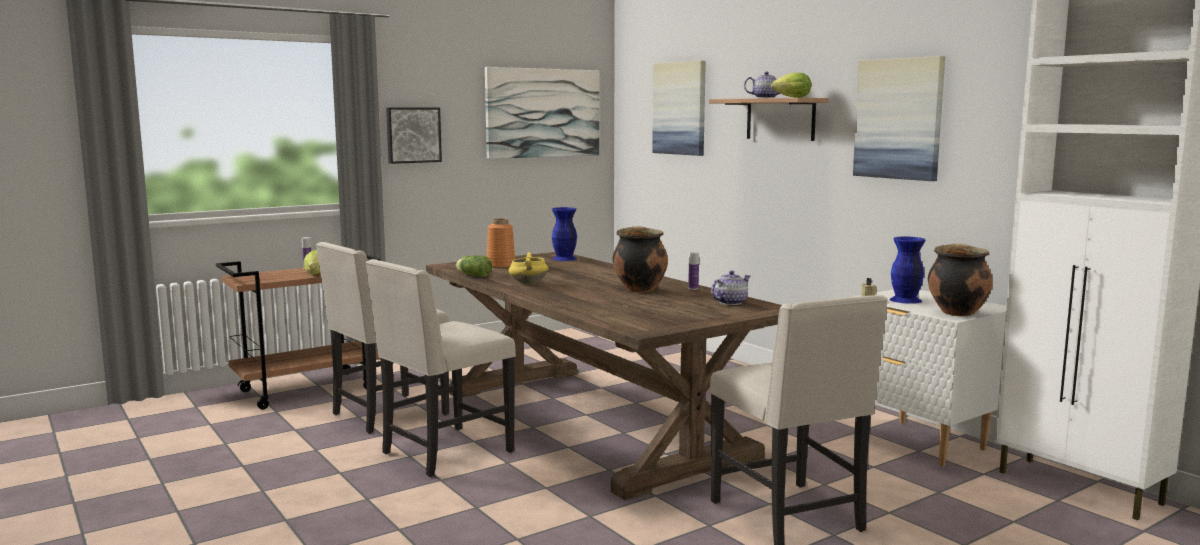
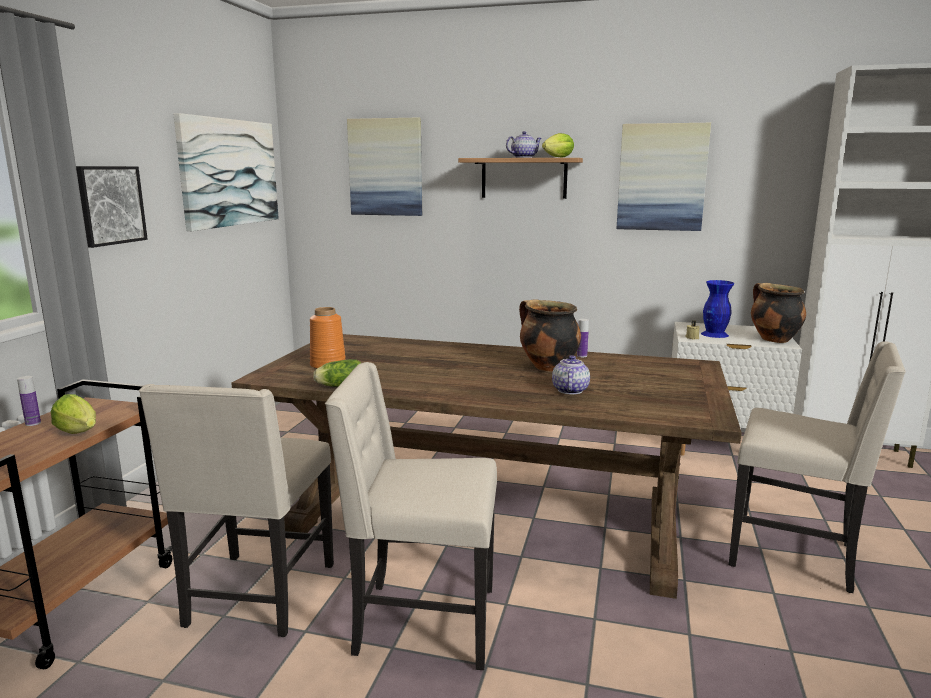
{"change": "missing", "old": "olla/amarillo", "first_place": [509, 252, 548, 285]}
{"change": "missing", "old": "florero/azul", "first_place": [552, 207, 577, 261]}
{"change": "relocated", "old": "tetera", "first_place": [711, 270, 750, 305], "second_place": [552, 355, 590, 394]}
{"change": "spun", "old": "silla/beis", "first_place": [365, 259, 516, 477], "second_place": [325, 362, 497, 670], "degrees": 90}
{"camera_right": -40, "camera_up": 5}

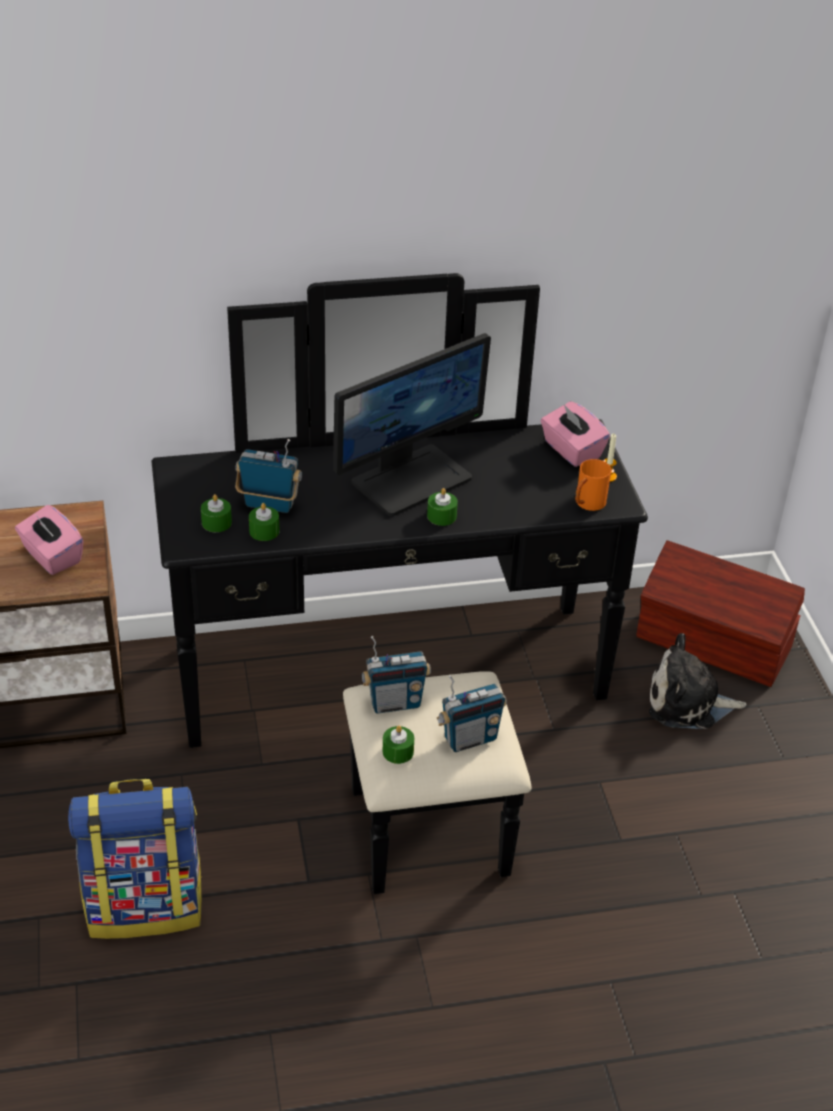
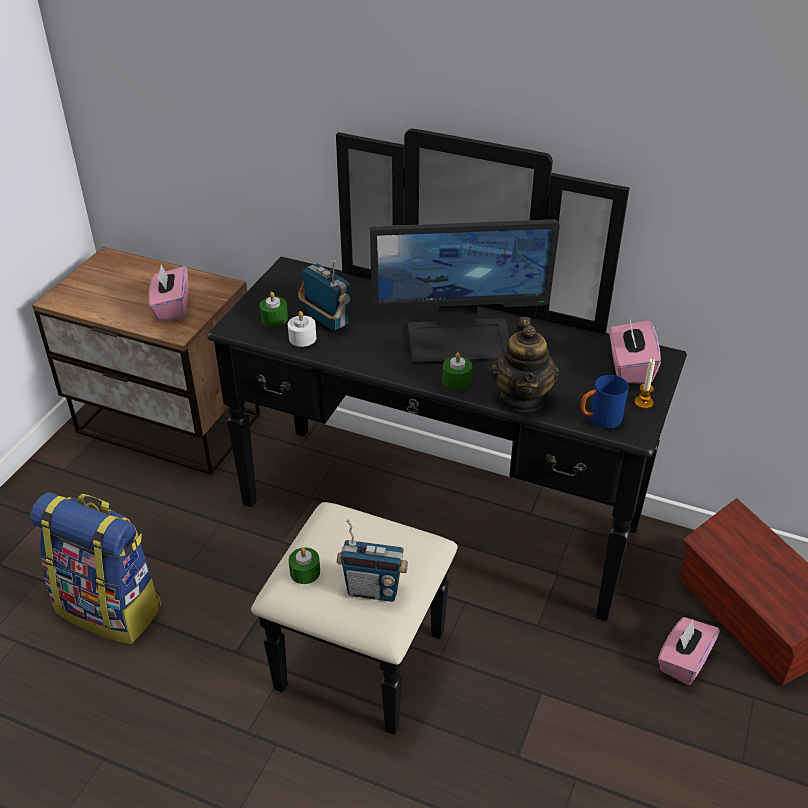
{"change": "missing", "old": "radio", "first_place": [362, 636, 431, 714]}
{"change": "appeared", "new": "tetera", "second_place": [490, 317, 559, 412]}
{"change": "exchanged", "old": "peluche", "new": "caja de pañuelos/rosa", "first_place": [649, 633, 747, 729], "second_place": [658, 617, 720, 685]}
{"change": "colour", "old": "vela/verde", "new": "vela/blanco", "first_place": [249, 503, 280, 541], "second_place": [288, 311, 316, 347]}
{"change": "colour", "old": "taza grande/naranja", "new": "taza grande/azul", "first_place": [575, 459, 611, 511], "second_place": [581, 375, 629, 429]}
{"camera_right": 35, "camera_up": 0}

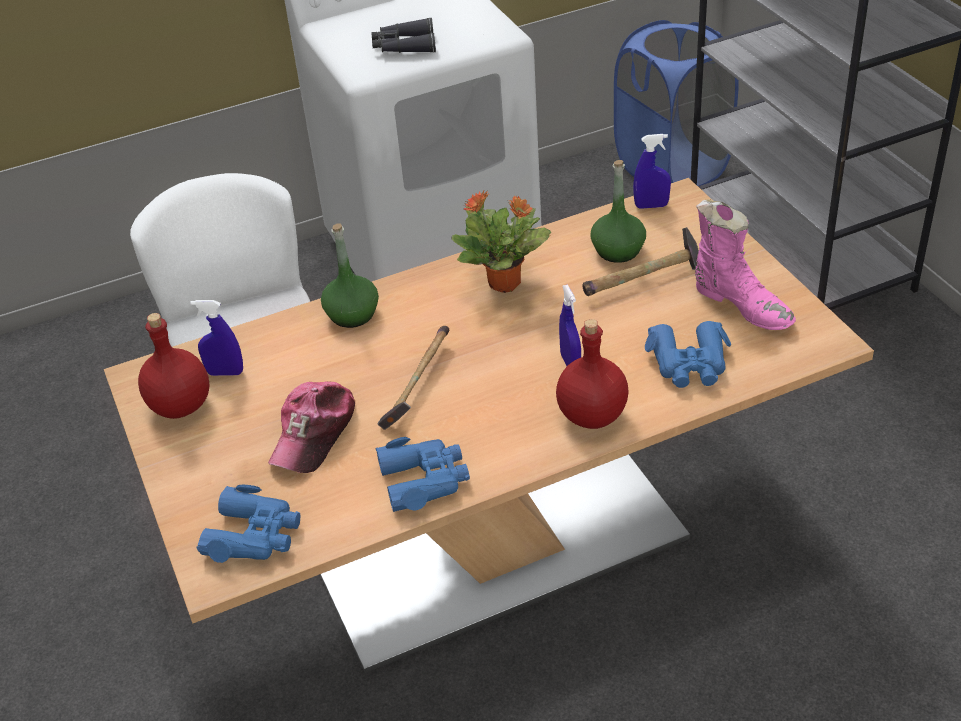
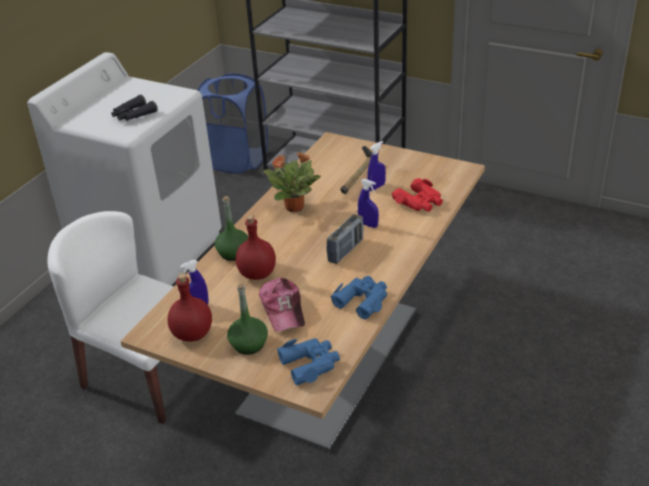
{"change": "missing", "old": "martillo", "first_place": [377, 326, 449, 430]}
{"change": "missing", "old": "bota/rosa", "first_place": [695, 199, 796, 330]}
{"change": "appeared", "new": "radio", "second_place": [327, 214, 364, 264]}
{"change": "relocated", "old": "botella/rojo", "first_place": [556, 319, 629, 429], "second_place": [236, 215, 276, 280]}
{"change": "relocated", "old": "botella/verde", "first_place": [591, 160, 646, 263], "second_place": [227, 284, 268, 355]}
{"change": "relocated", "old": "pulverizador/azul", "first_place": [633, 134, 671, 209], "second_place": [367, 141, 386, 191]}
{"change": "colour", "old": "prismáticos/azul", "new": "prismáticos/rojo", "first_place": [645, 321, 731, 388], "second_place": [392, 178, 443, 212]}
{"camera_right": -40, "camera_up": -5}

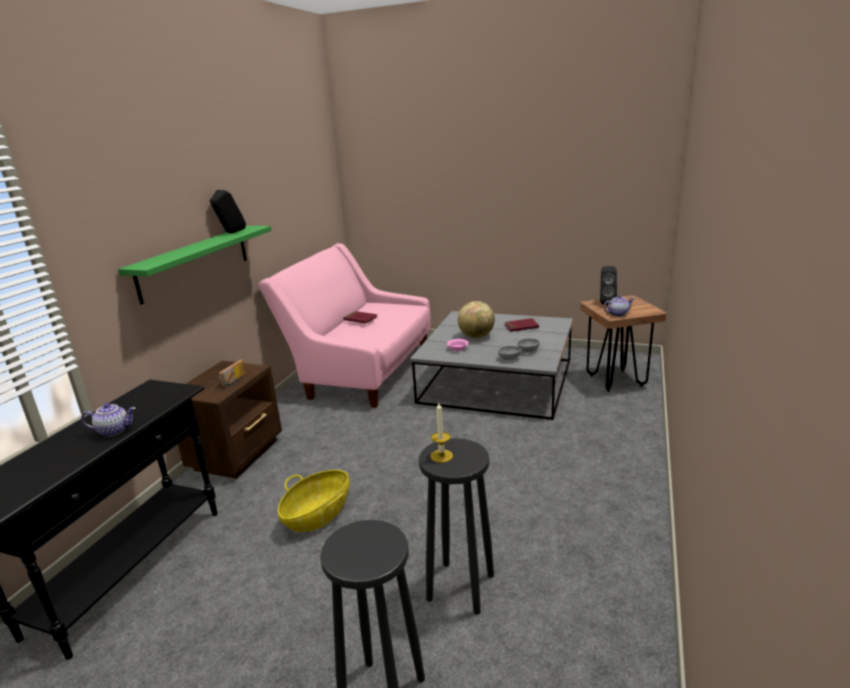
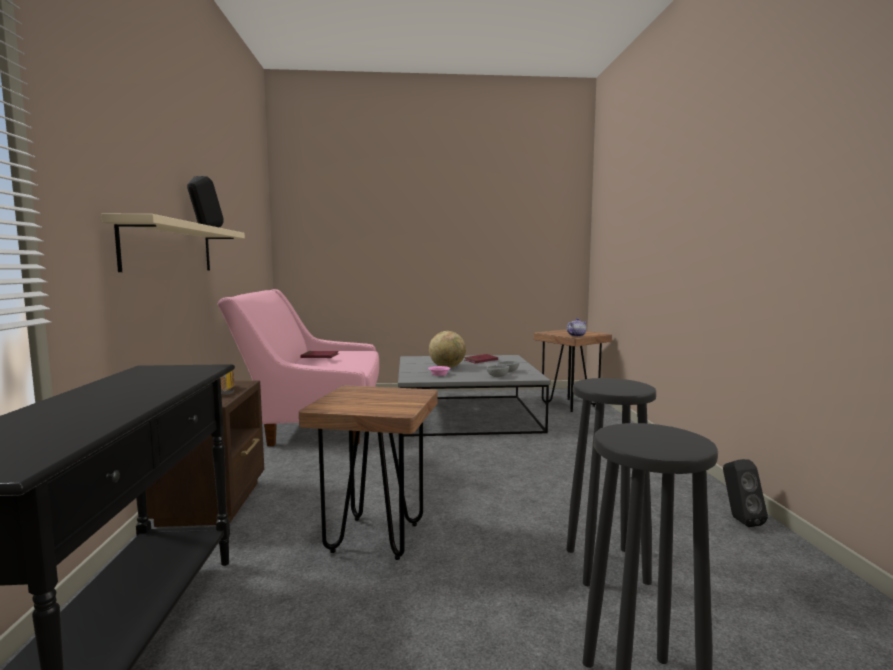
{"change": "missing", "old": "tetera", "first_place": [81, 403, 136, 437]}
{"change": "missing", "old": "vela", "first_place": [431, 403, 453, 463]}
{"change": "relocated", "old": "altavoz/negro", "first_place": [600, 266, 617, 305], "second_place": [723, 459, 768, 527]}
{"change": "exchanged", "old": "cesta", "new": "taburete/marrón", "first_place": [278, 470, 350, 532], "second_place": [299, 385, 438, 560]}
{"change": "colour", "old": "estante/verde", "new": "estante/beis", "first_place": [118, 226, 272, 304], "second_place": [102, 213, 245, 272]}
{"camera_right": -25, "camera_up": -15}

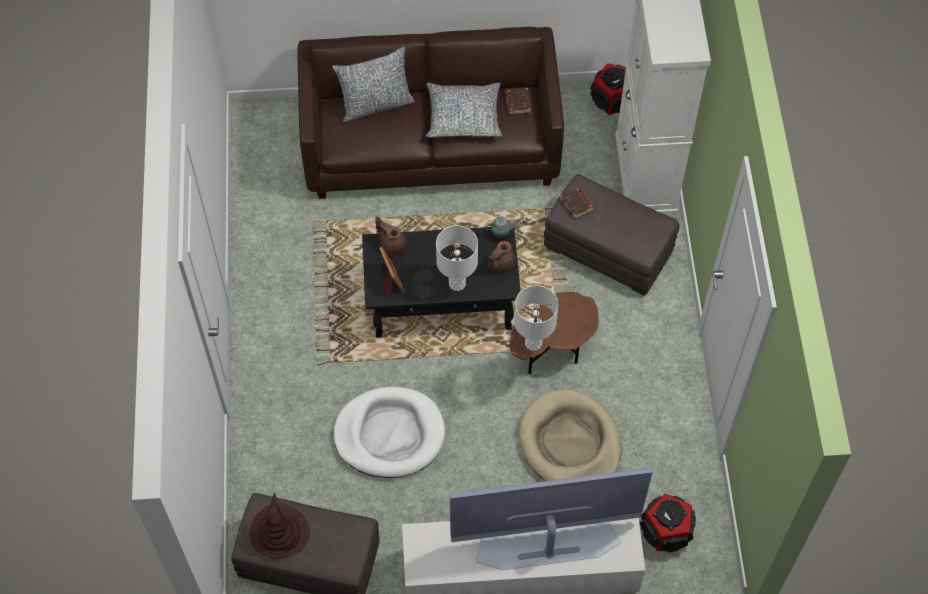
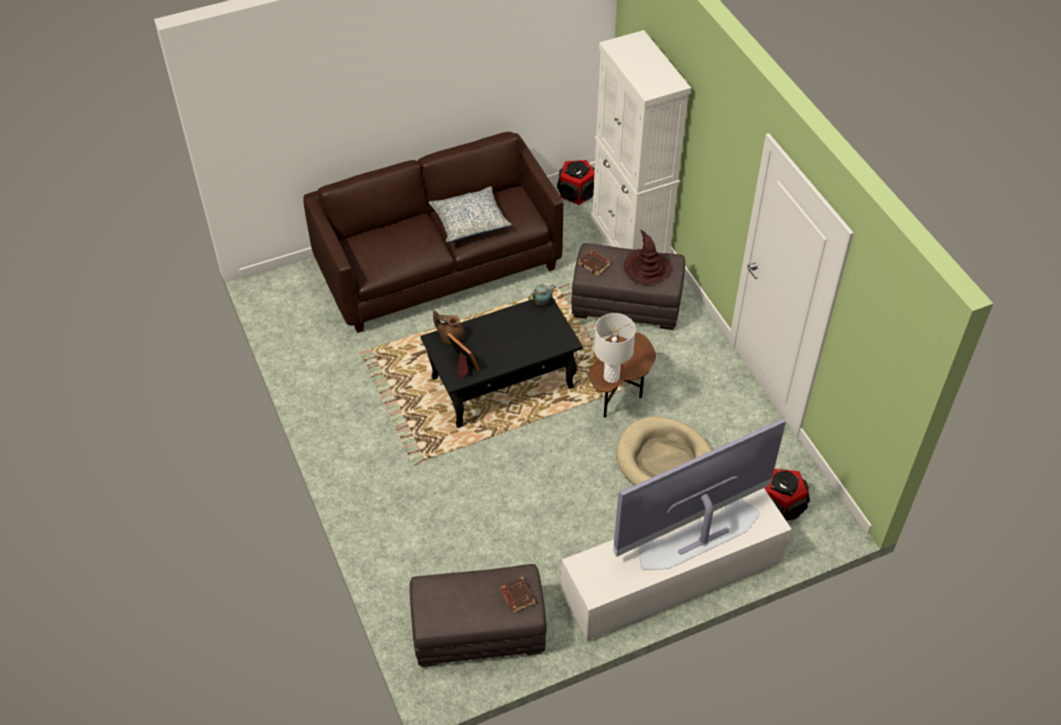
{"change": "missing", "old": "cojín", "first_place": [332, 47, 415, 122]}
{"change": "missing", "old": "cama para perro/blanco", "first_place": [333, 386, 445, 478]}
{"change": "missing", "old": "lámpara de mesa/blanco", "first_place": [436, 225, 478, 291]}
{"change": "missing", "old": "tetera/marrón", "first_place": [488, 241, 515, 272]}
{"change": "relocated", "old": "sombrero/marrón", "first_place": [249, 493, 310, 559], "second_place": [623, 230, 672, 285]}
{"change": "relocated", "old": "libro/marrón", "first_place": [505, 88, 531, 114], "second_place": [499, 577, 536, 613]}
{"camera_right": -20, "camera_up": -10}

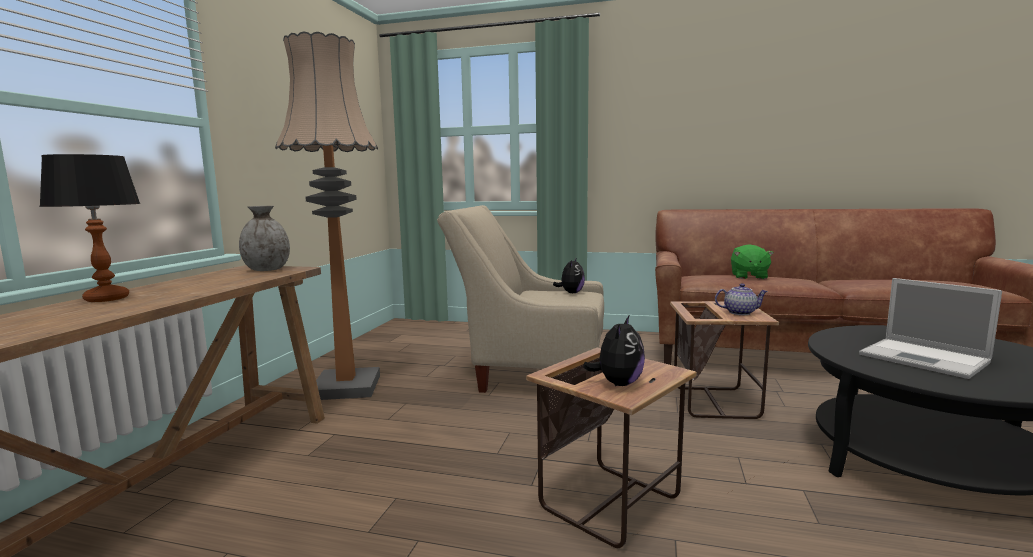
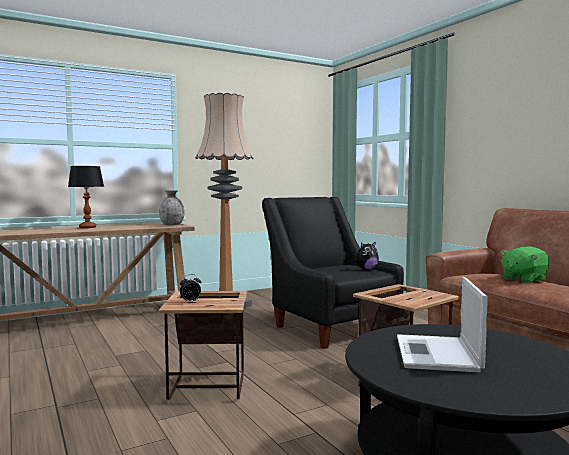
{"change": "missing", "old": "tetera", "first_place": [715, 283, 768, 315]}
{"change": "exchanged", "old": "peluche", "new": "despertador", "first_place": [583, 316, 645, 386], "second_place": [180, 274, 201, 303]}
{"change": "colour", "old": "sillón/beis", "new": "sillón/negro", "first_place": [437, 205, 604, 393], "second_place": [262, 197, 404, 349]}
{"camera_right": 45, "camera_up": -5}

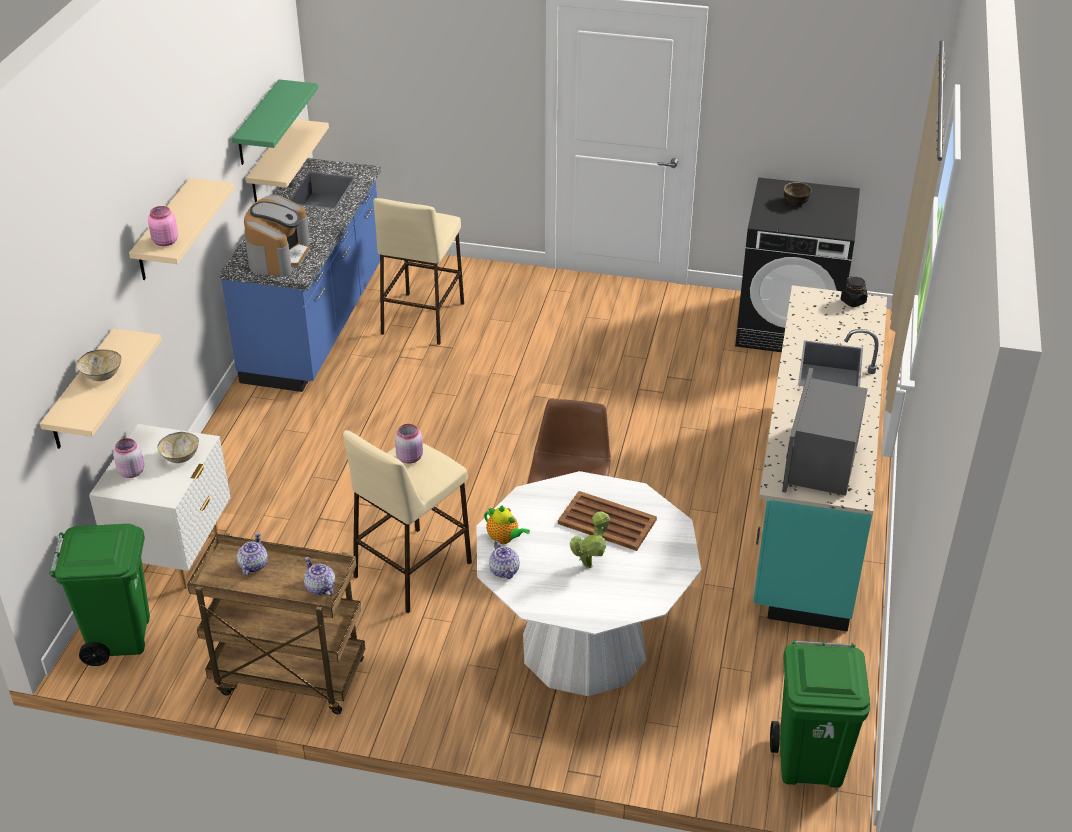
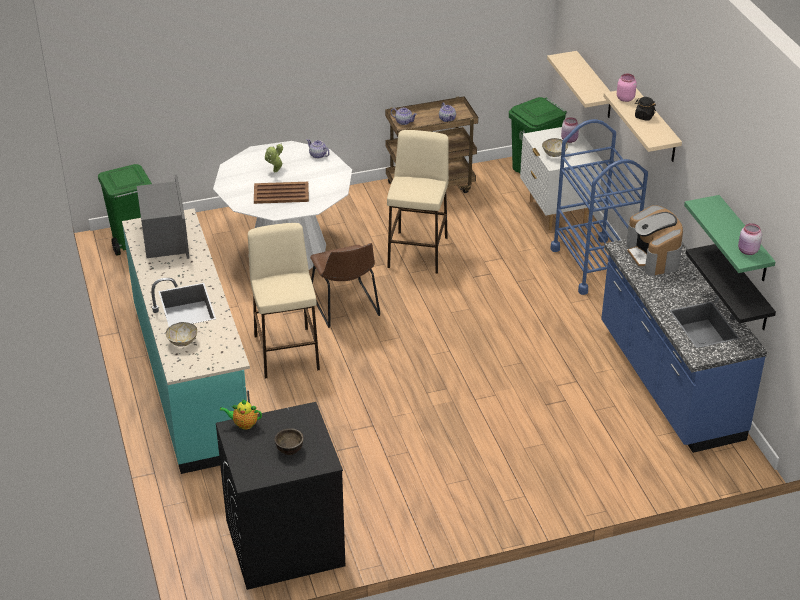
{"change": "appeared", "new": "carrito/azul", "second_place": [551, 119, 648, 295]}
{"change": "relocated", "old": "cuenco", "first_place": [77, 349, 121, 381], "second_place": [166, 322, 197, 347]}
{"change": "relocated", "old": "taburete/beis", "first_place": [373, 198, 464, 345], "second_place": [248, 223, 320, 379]}
{"change": "relocated", "old": "tarro/rosa", "first_place": [395, 424, 423, 464], "second_place": [738, 223, 762, 255]}
{"change": "relocated", "old": "tetera", "first_place": [484, 506, 530, 544], "second_place": [219, 399, 262, 430]}
{"change": "relocated", "old": "tarro/negro", "first_place": [841, 276, 867, 307], "second_place": [635, 97, 656, 121]}
{"change": "colour", "old": "estante/beis", "new": "estante/negro", "first_place": [246, 119, 329, 202], "second_place": [686, 244, 776, 330]}
{"camera_right": 150, "camera_up": 0}

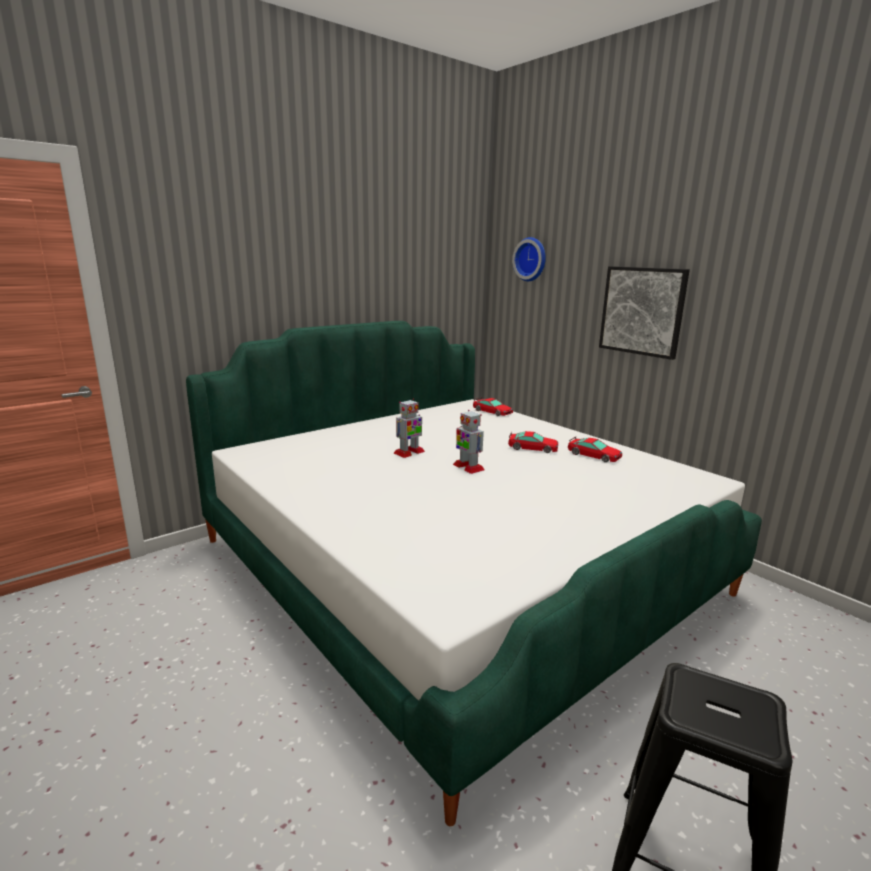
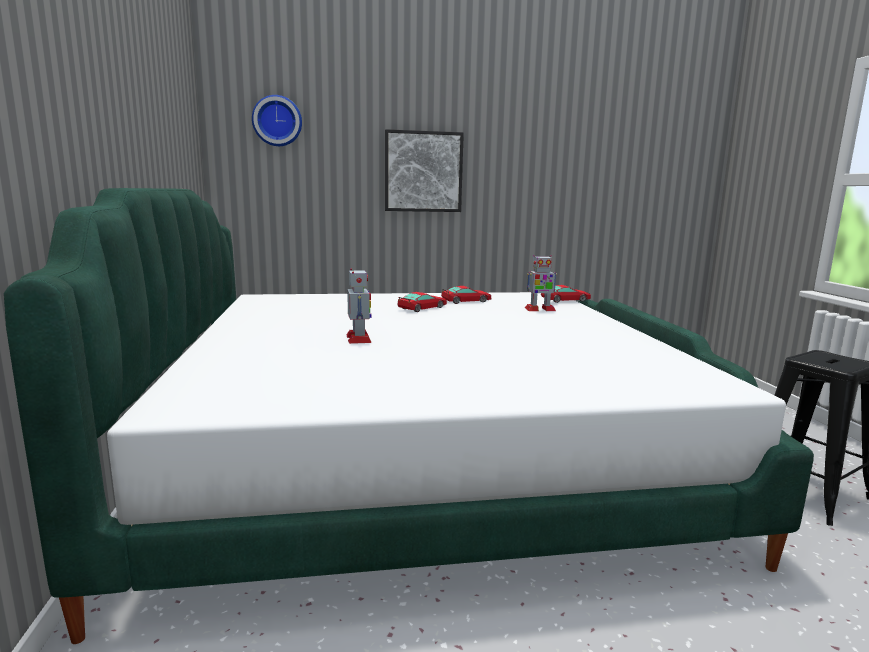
{"change": "relocated", "old": "robot de juguete", "first_place": [453, 410, 485, 474], "second_place": [525, 255, 557, 311]}
{"change": "relocated", "old": "coche de juguete", "first_place": [473, 398, 513, 416], "second_place": [541, 285, 591, 303]}
{"camera_right": -60, "camera_up": -5}

